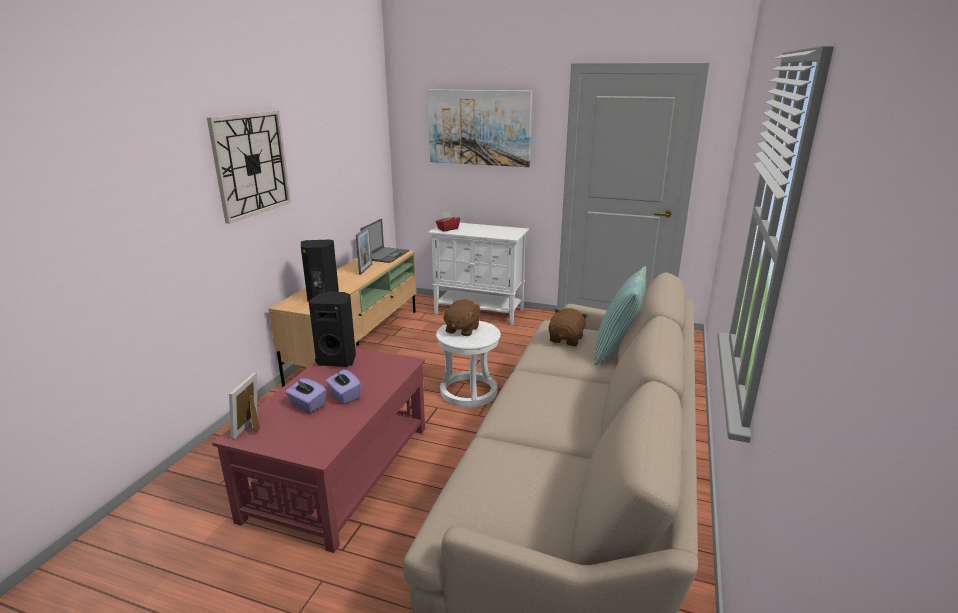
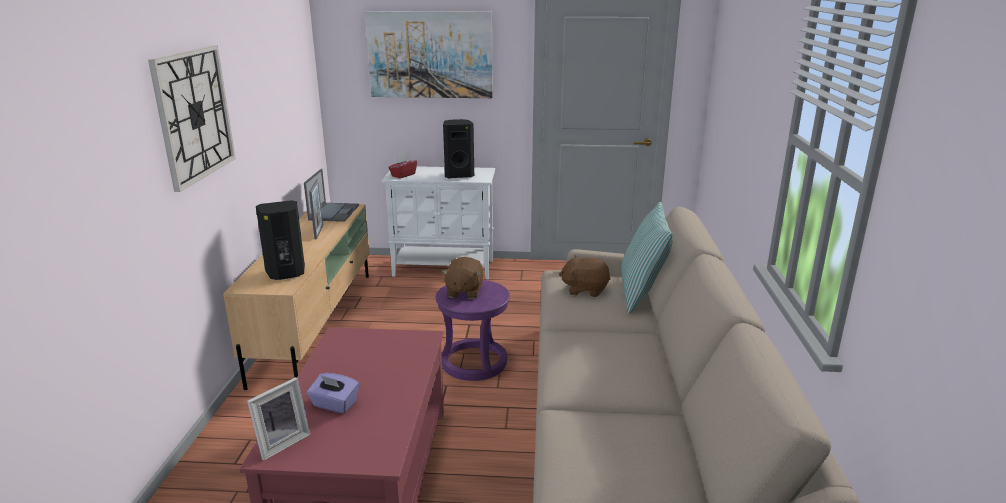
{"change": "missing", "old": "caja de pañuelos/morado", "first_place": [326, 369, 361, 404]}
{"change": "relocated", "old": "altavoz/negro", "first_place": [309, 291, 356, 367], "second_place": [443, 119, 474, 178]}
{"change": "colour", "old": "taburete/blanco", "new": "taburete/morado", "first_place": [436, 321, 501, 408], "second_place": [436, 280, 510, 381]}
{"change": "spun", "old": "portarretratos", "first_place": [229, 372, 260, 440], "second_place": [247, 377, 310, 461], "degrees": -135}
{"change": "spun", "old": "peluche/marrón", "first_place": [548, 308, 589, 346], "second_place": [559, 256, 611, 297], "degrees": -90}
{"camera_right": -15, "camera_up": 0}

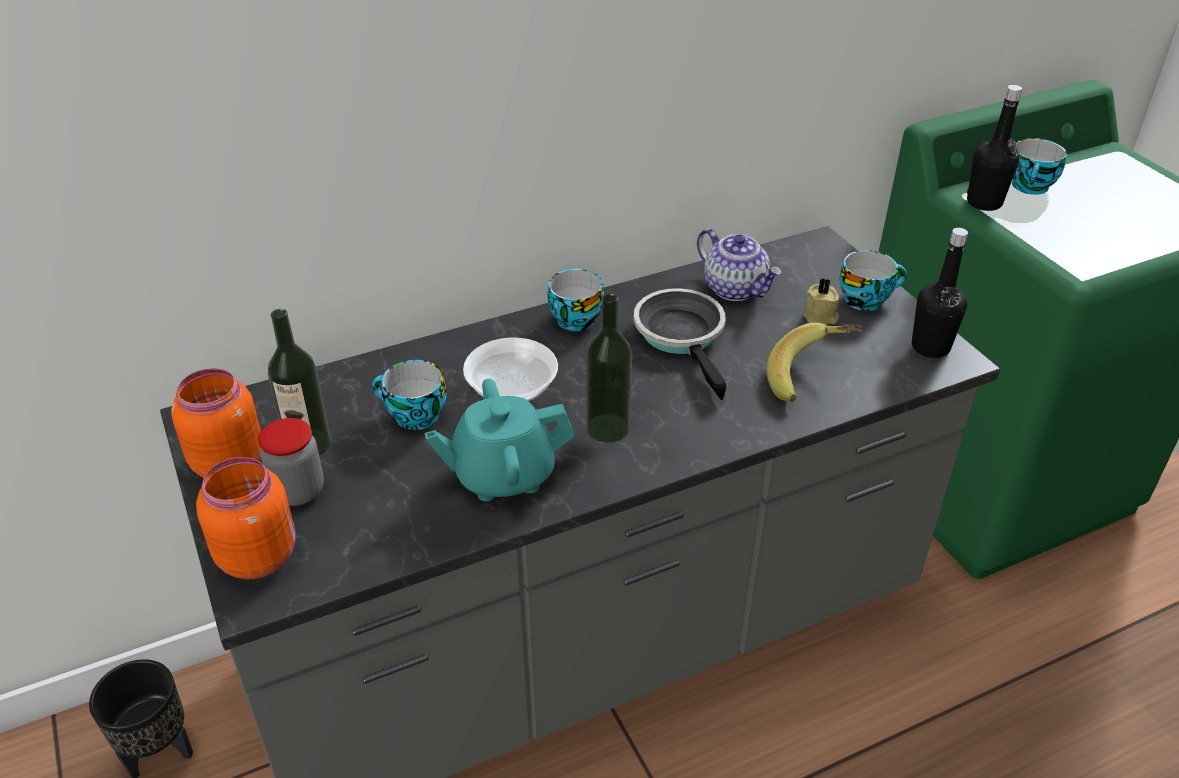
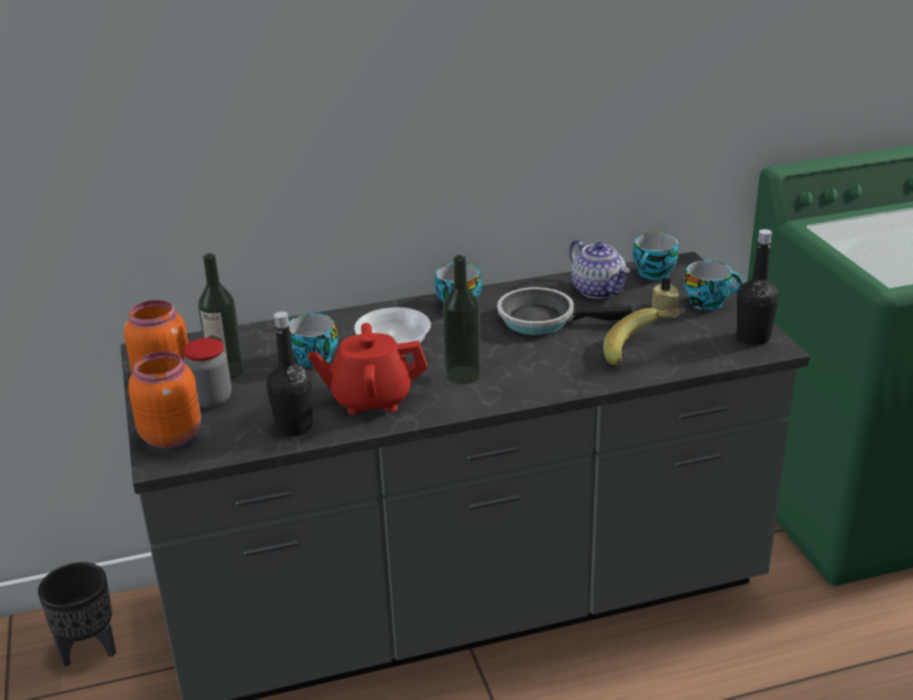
{"change": "relocated", "old": "botella/negro", "first_place": [967, 85, 1022, 211], "second_place": [266, 311, 312, 436]}
{"change": "relocated", "old": "taza", "first_place": [1012, 138, 1067, 195], "second_place": [633, 233, 678, 280]}
{"change": "colour", "old": "tetera/turquesa", "new": "tetera/rojo", "first_place": [424, 378, 574, 501], "second_place": [308, 323, 427, 415]}
{"change": "spun", "old": "sartén", "first_place": [634, 288, 727, 400], "second_place": [497, 287, 633, 335], "degrees": -75}
{"camera_right": 10, "camera_up": -10}

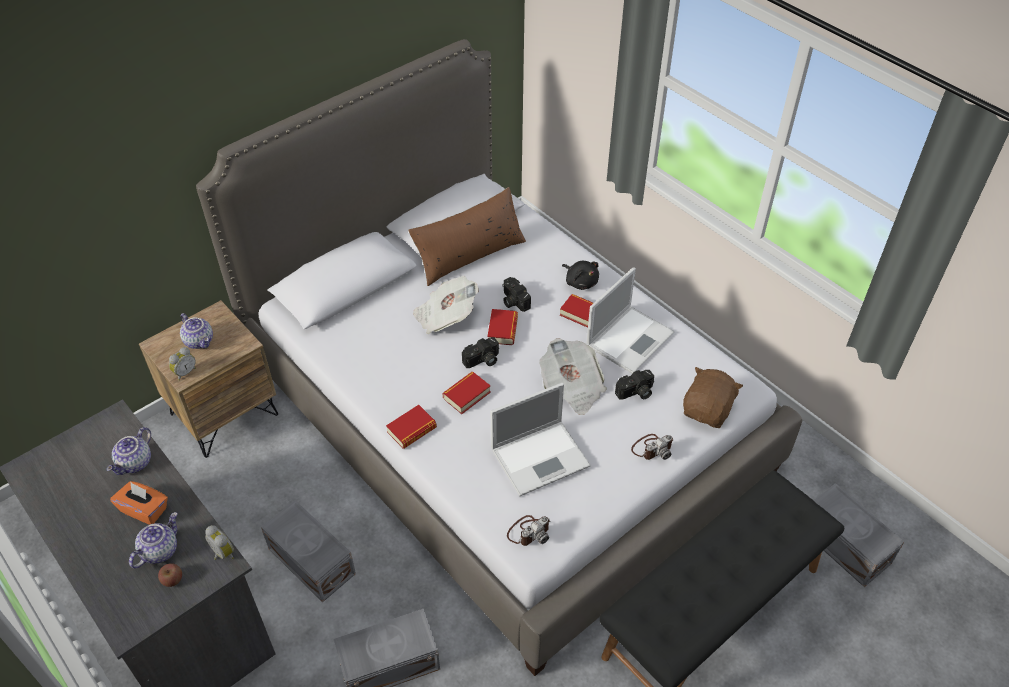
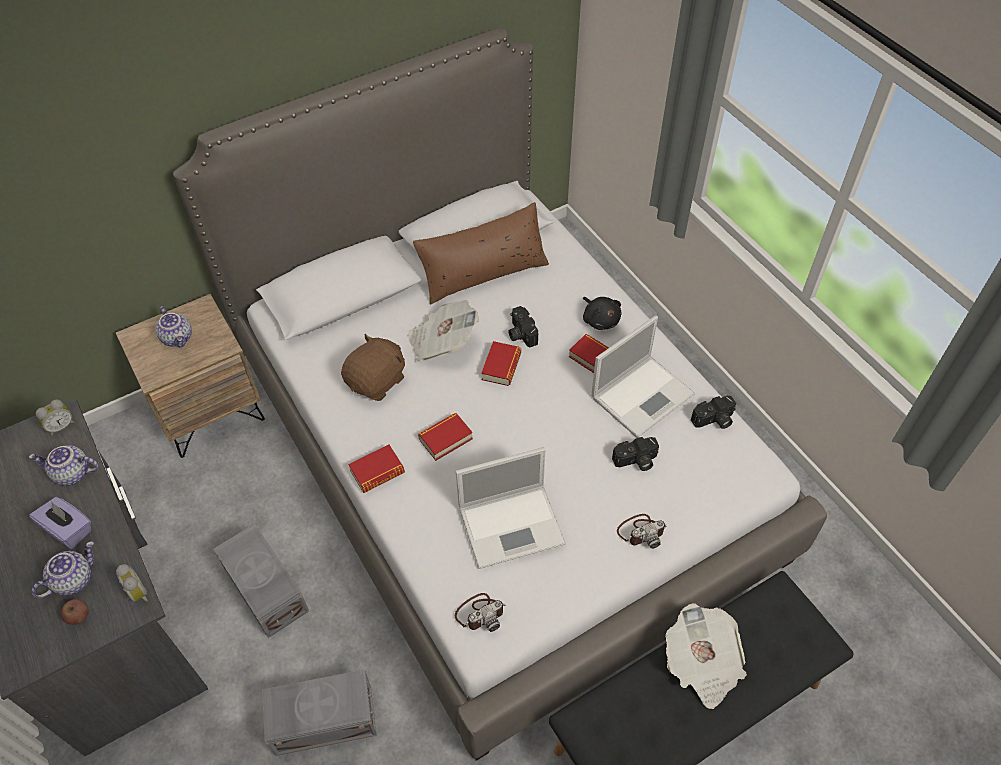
{"change": "missing", "old": "caja de almacenaje/gris", "first_place": [813, 483, 904, 587]}
{"change": "relocated", "old": "despertador", "first_place": [169, 347, 196, 380], "second_place": [36, 400, 75, 436]}
{"change": "relocated", "old": "cámara", "first_place": [462, 337, 499, 368], "second_place": [691, 396, 736, 429]}
{"change": "relocated", "old": "periódico", "first_place": [539, 338, 607, 415], "second_place": [665, 603, 747, 709]}
{"change": "relocated", "old": "peluche/marrón", "first_place": [683, 367, 743, 428], "second_place": [341, 334, 405, 401]}
{"change": "colour", "old": "caja de pañuelos/naranja", "new": "caja de pañuelos/morado", "first_place": [110, 481, 168, 525], "second_place": [29, 497, 91, 549]}
{"change": "spun", "old": "tetera", "first_place": [106, 427, 151, 475], "second_place": [29, 445, 99, 486], "degrees": 60}
{"camera_right": 10, "camera_up": 5}

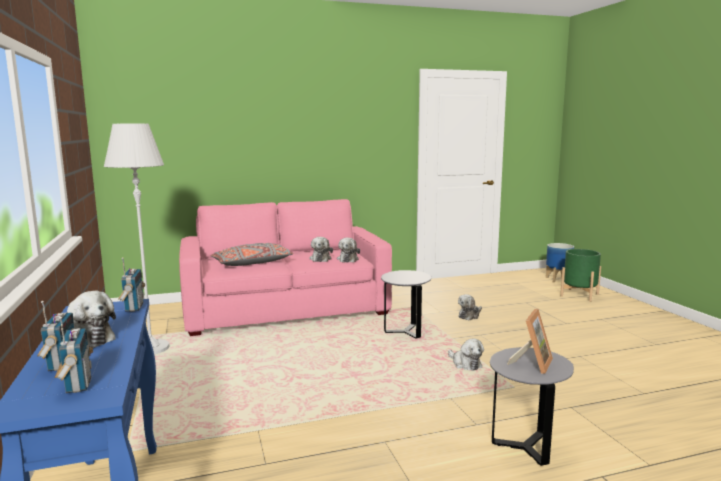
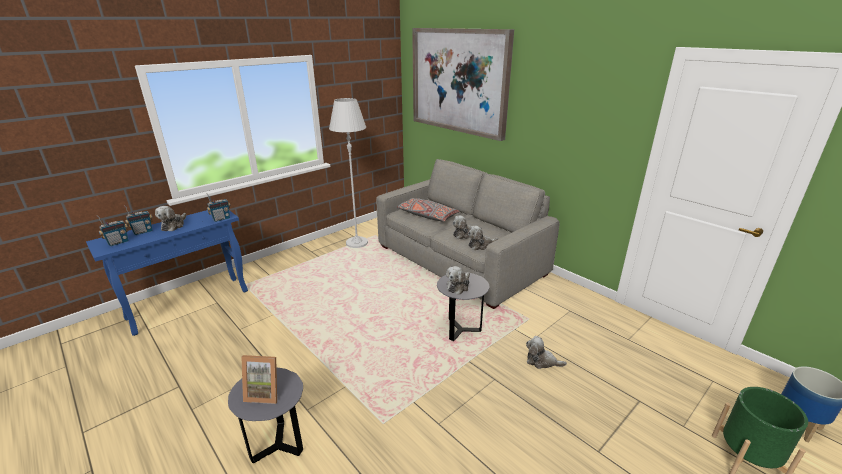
{"change": "appeared", "new": "cuadro", "second_place": [412, 28, 514, 141]}
{"change": "relocated", "old": "peluche", "first_place": [448, 339, 484, 371], "second_place": [446, 266, 470, 295]}
{"change": "colour", "old": "sofá/rosa", "new": "sofá/gris", "first_place": [179, 199, 392, 336], "second_place": [376, 159, 559, 309]}
{"camera_right": 65, "camera_up": 15}

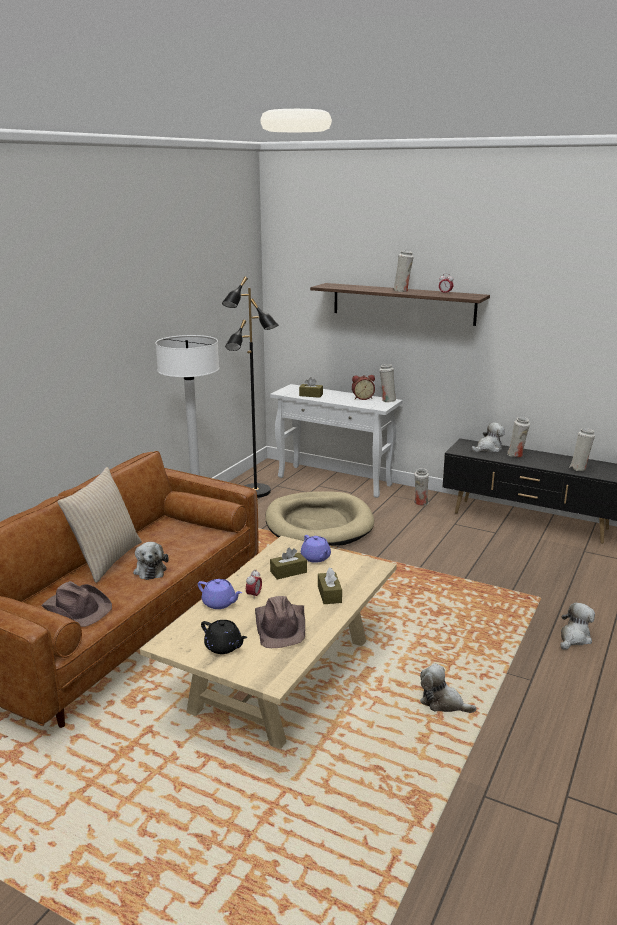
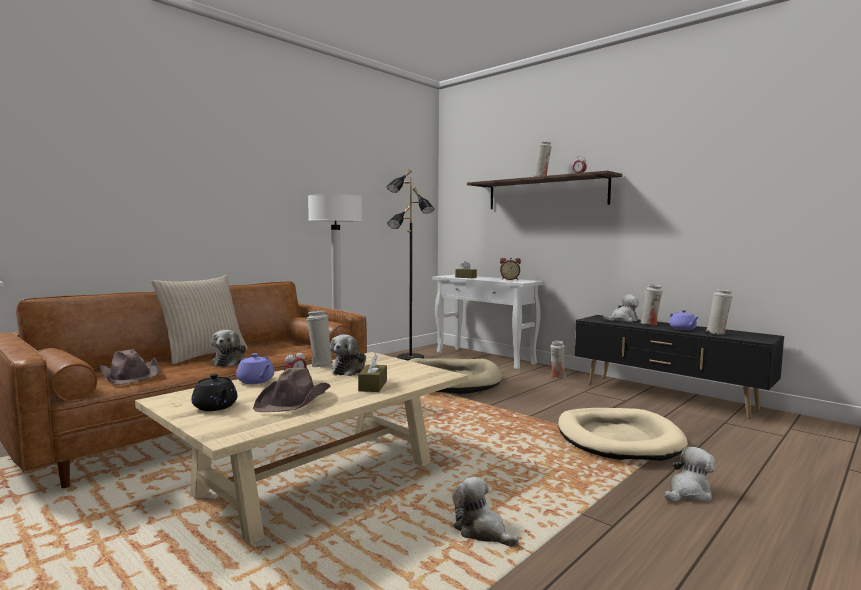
{"change": "appeared", "new": "cama para perro/beis", "second_place": [558, 408, 688, 461]}
{"change": "relocated", "old": "tetera/morado", "first_place": [301, 535, 331, 563], "second_place": [669, 310, 699, 330]}
{"change": "relocated", "old": "florero/blanco", "first_place": [379, 364, 396, 402], "second_place": [306, 310, 334, 368]}
{"change": "exchanged", "old": "caja de pañuelos/marrón", "new": "peluche", "first_place": [270, 548, 307, 580], "second_place": [330, 334, 366, 376]}
{"camera_right": 15, "camera_up": -15}

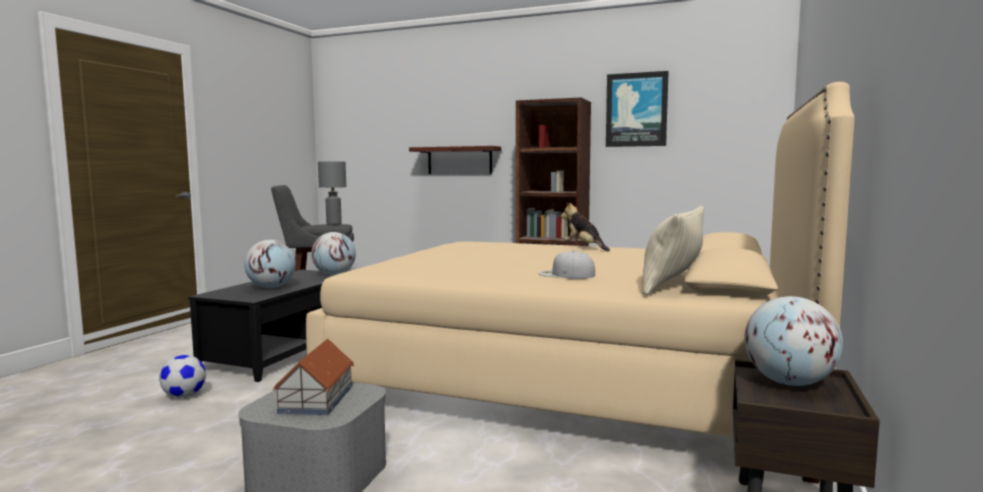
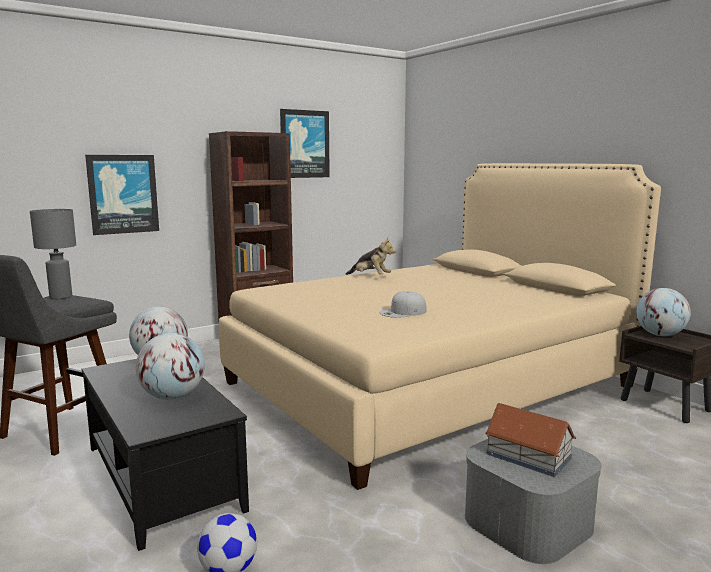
{"change": "missing", "old": "cojín/beis", "first_place": [642, 206, 704, 295]}
{"change": "relocated", "old": "gorra/blanco", "first_place": [538, 251, 595, 279], "second_place": [379, 291, 427, 318]}
{"change": "exchanged", "old": "estante", "new": "cuadro", "first_place": [409, 146, 501, 174], "second_place": [85, 155, 159, 235]}
{"change": "spun", "old": "peluche", "first_place": [561, 202, 610, 251], "second_place": [346, 237, 396, 275], "degrees": -150}
{"camera_right": -55, "camera_up": 5}

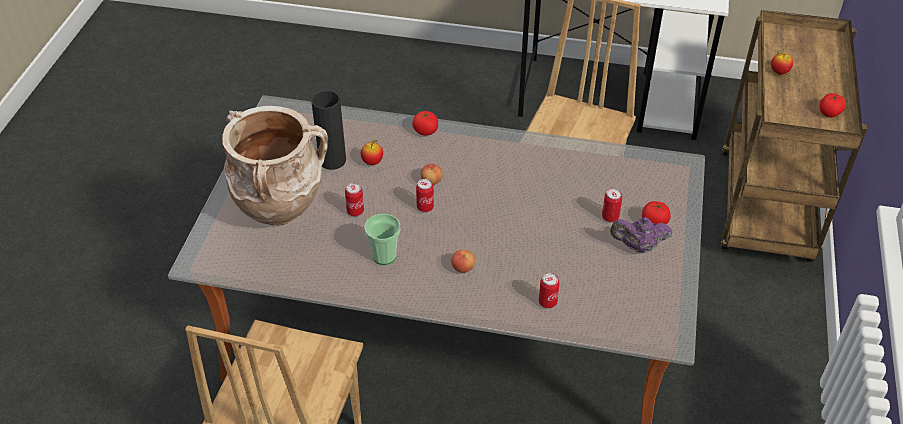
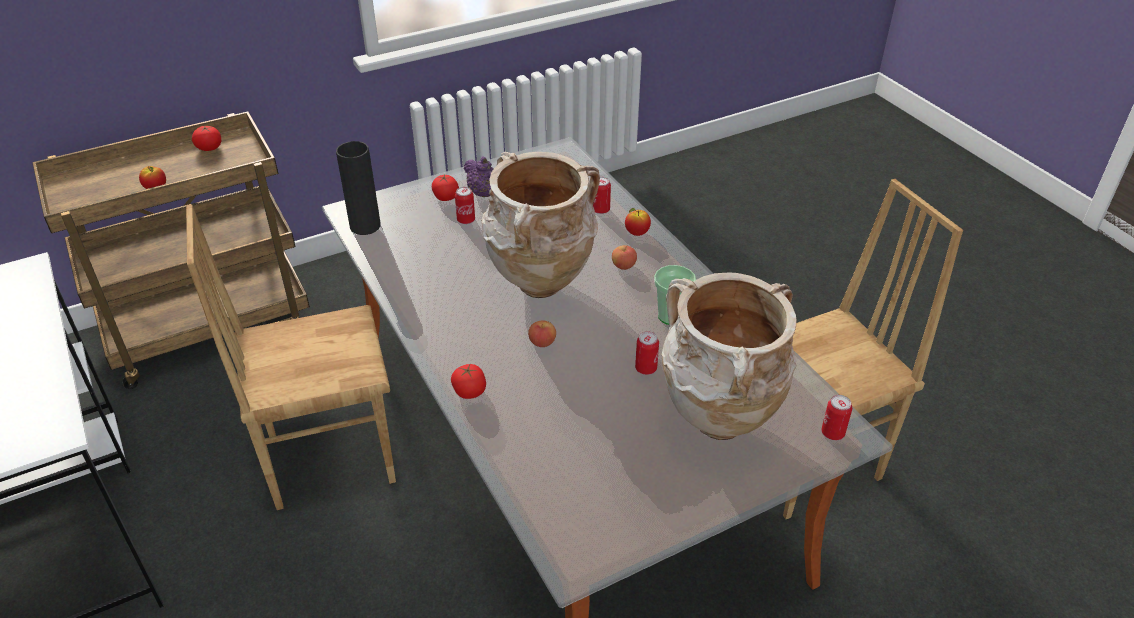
{"change": "appeared", "new": "florero/beis", "second_place": [481, 152, 600, 298]}
{"change": "relocated", "old": "florero/negro", "first_place": [311, 90, 346, 170], "second_place": [336, 141, 381, 235]}
{"change": "relocated", "old": "manzana", "first_place": [361, 140, 383, 165], "second_place": [625, 208, 651, 236]}
{"change": "relocated", "old": "lata", "first_place": [416, 179, 434, 212], "second_place": [821, 395, 852, 440]}
{"camera_right": -130, "camera_up": -5}

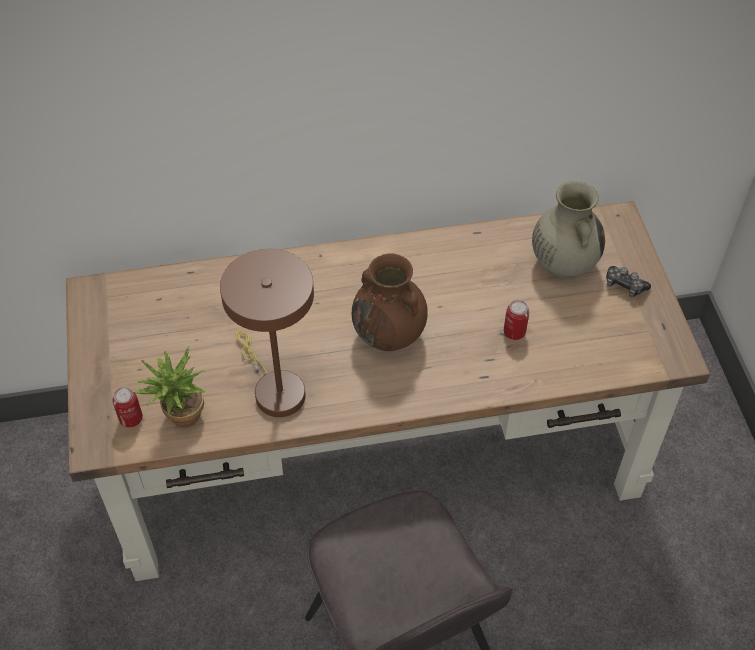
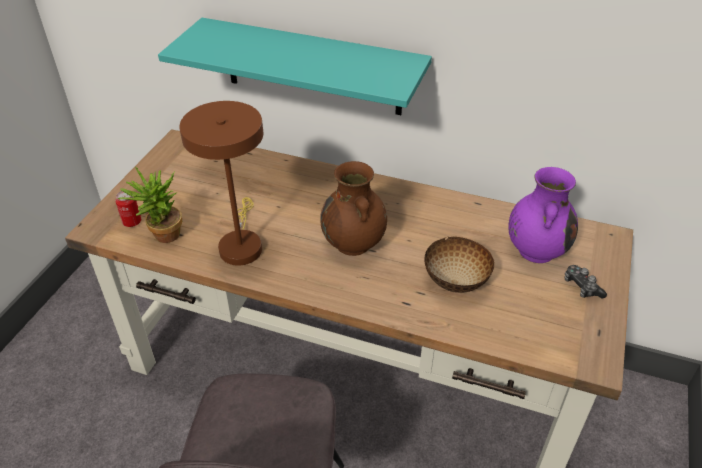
{"change": "appeared", "new": "estante/turquesa", "second_place": [158, 18, 432, 115]}
{"change": "exchanged", "old": "lata", "new": "cuenco", "first_place": [504, 300, 529, 340], "second_place": [424, 237, 494, 293]}
{"change": "colour", "old": "florero/beis", "new": "florero/morado", "first_place": [532, 181, 605, 279], "second_place": [508, 167, 578, 263]}
{"camera_right": 30, "camera_up": -10}

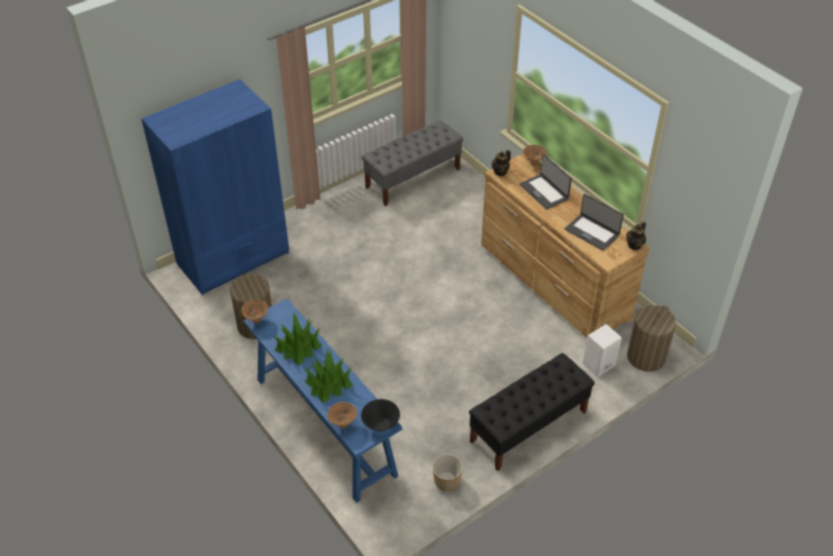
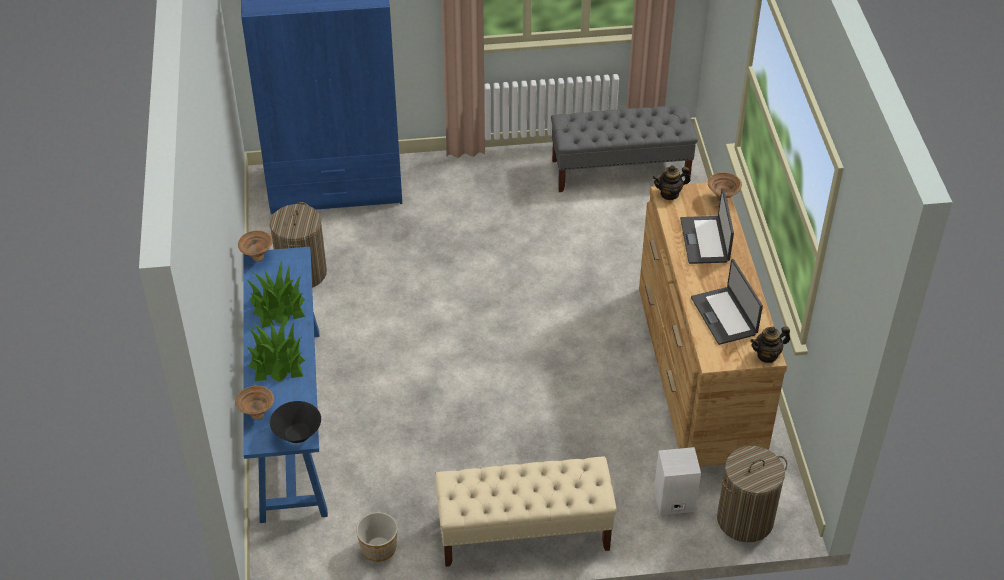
{"change": "colour", "old": "banco/negro", "new": "banco/beis", "first_place": [469, 353, 595, 471], "second_place": [435, 457, 617, 567]}
{"camera_right": 30, "camera_up": 0}

